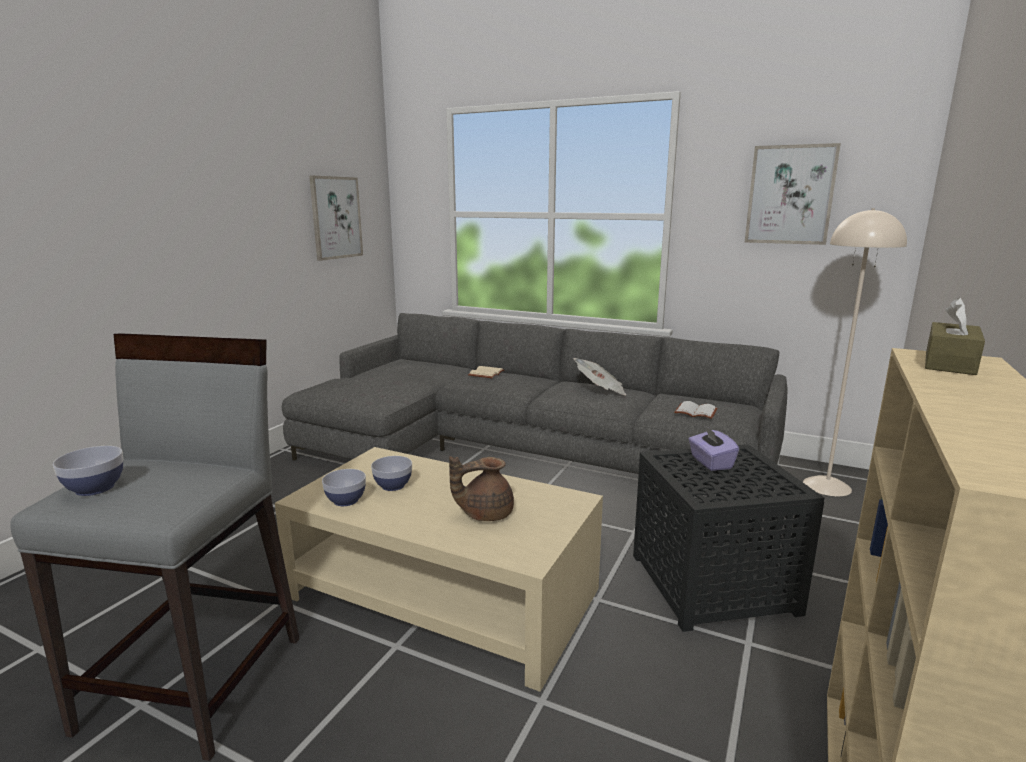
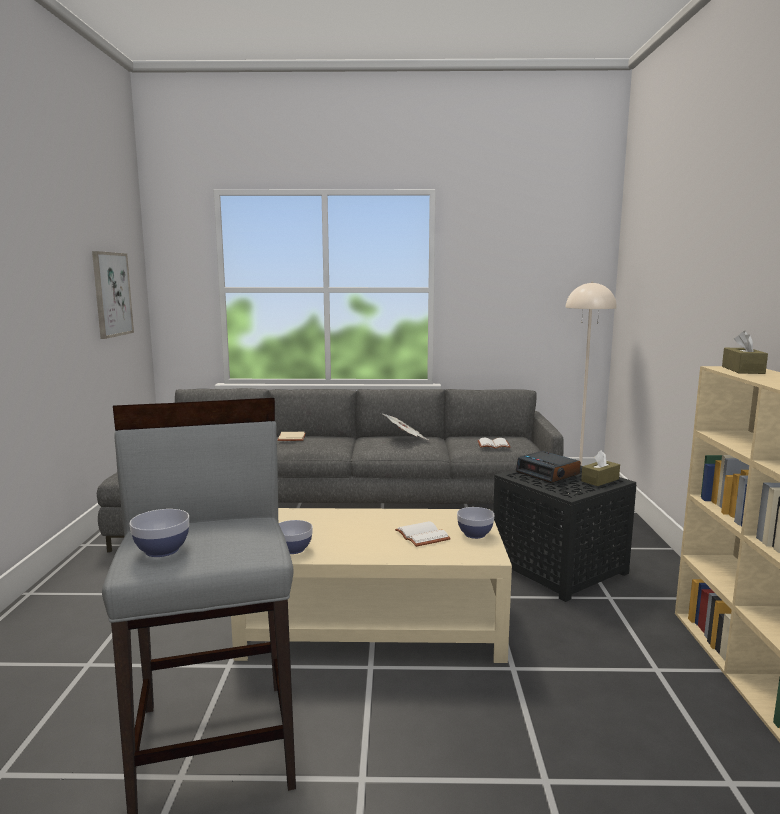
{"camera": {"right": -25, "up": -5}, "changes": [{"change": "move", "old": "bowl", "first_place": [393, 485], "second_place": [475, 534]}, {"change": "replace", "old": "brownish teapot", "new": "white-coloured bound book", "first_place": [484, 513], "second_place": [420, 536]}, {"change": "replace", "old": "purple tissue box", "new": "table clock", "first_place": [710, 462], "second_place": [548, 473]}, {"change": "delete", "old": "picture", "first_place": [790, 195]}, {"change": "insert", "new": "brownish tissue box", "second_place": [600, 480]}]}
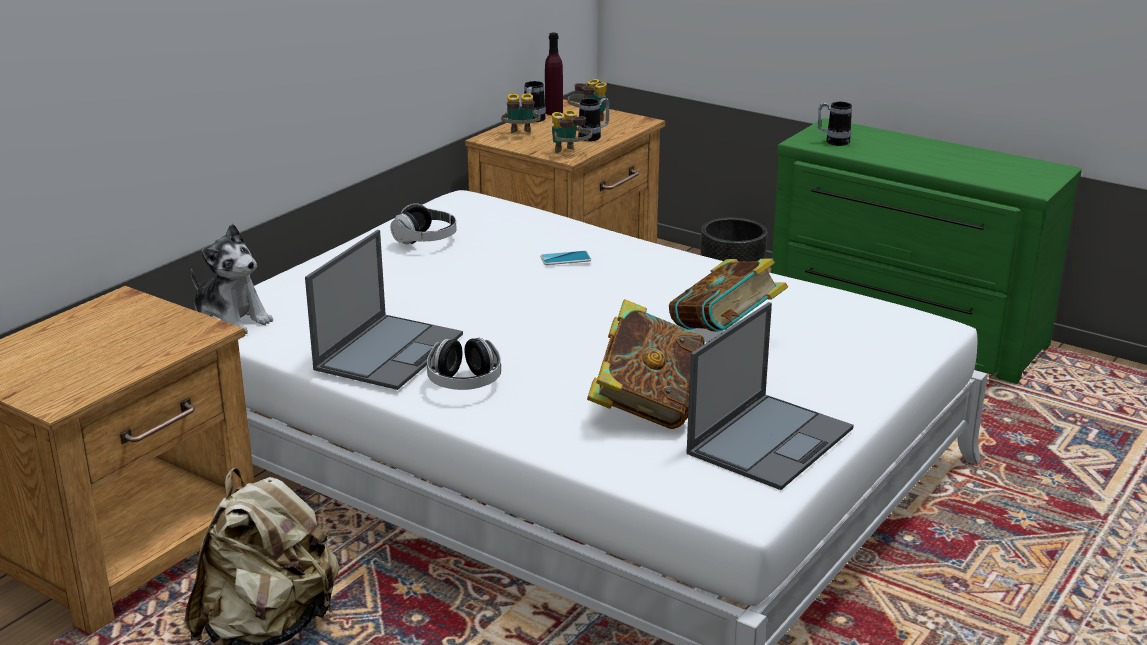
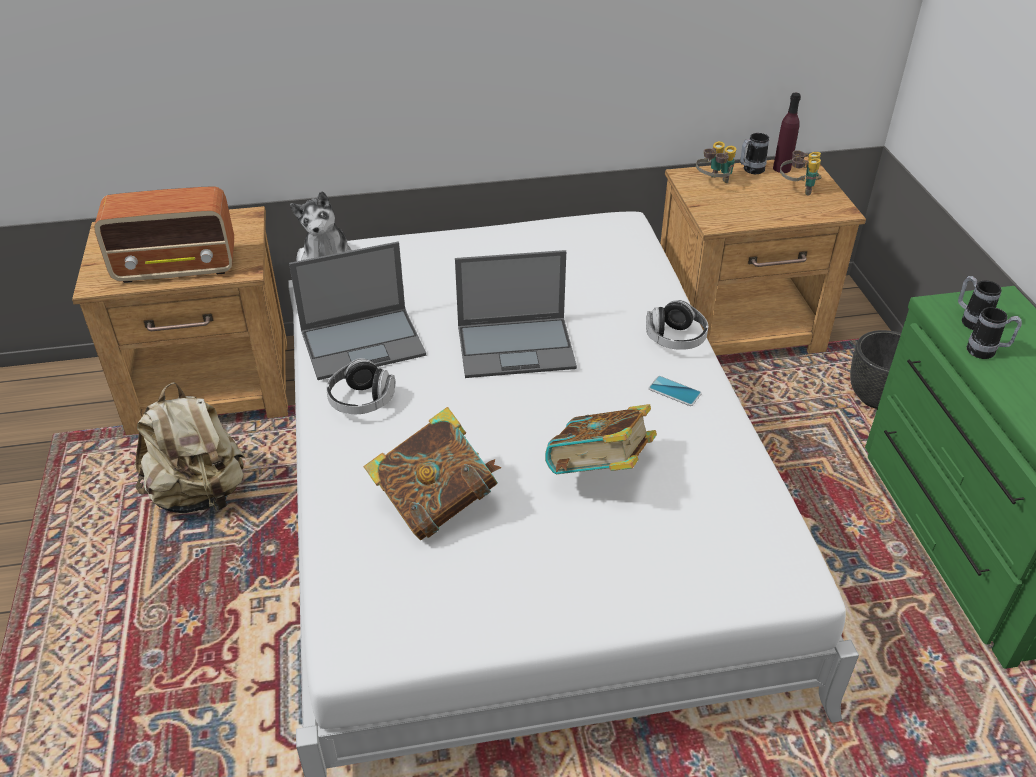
{"camera": {"right": 45, "up": 15}, "changes": [{"change": "move", "old": "headphones", "first_place": [425, 240], "second_place": [675, 339]}, {"change": "move", "old": "phone", "first_place": [565, 259], "second_place": [674, 391]}, {"change": "delete", "old": "binoculars", "first_place": [569, 154]}, {"change": "move", "old": "tea mug", "first_place": [594, 137], "second_place": [986, 352]}, {"change": "move", "old": "laptop", "first_place": [771, 440], "second_place": [517, 347]}, {"change": "insert", "new": "radio receiver", "second_place": [177, 267]}]}
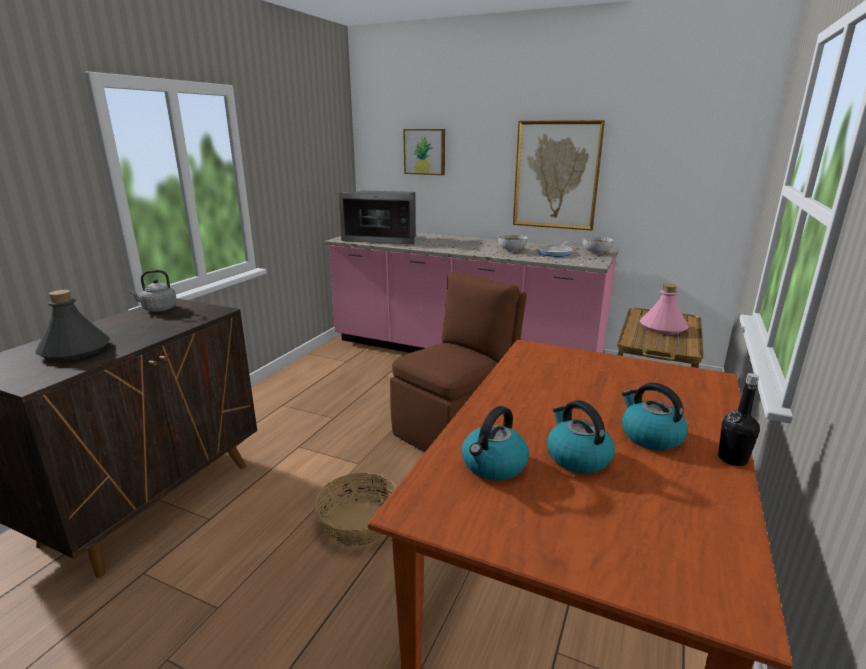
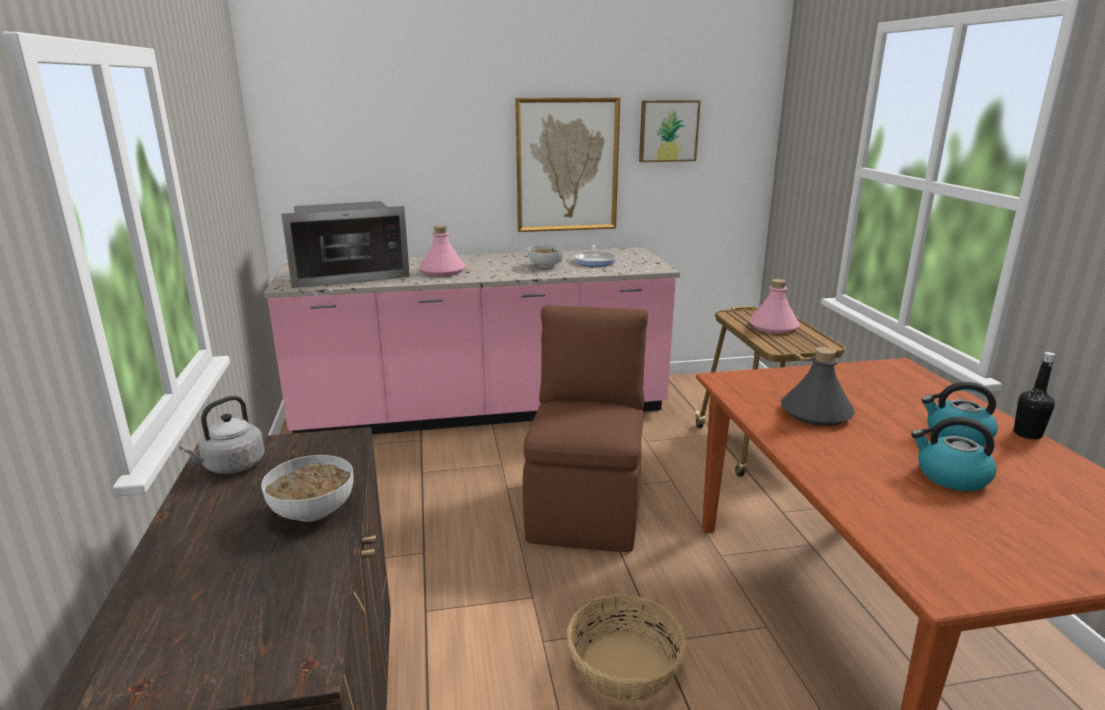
{"camera": {"right": -35, "up": 0}, "changes": [{"change": "move", "old": "greyish beverage bottle", "first_place": [74, 351], "second_place": [815, 413]}, {"change": "move", "old": "picture", "first_place": [425, 151], "second_place": [668, 131]}, {"change": "delete", "old": "kettle", "first_place": [493, 465]}, {"change": "move", "old": "bowl", "first_place": [596, 252], "second_place": [313, 510]}, {"change": "insert", "new": "pink-coloured beverage bottle", "second_place": [442, 271]}]}
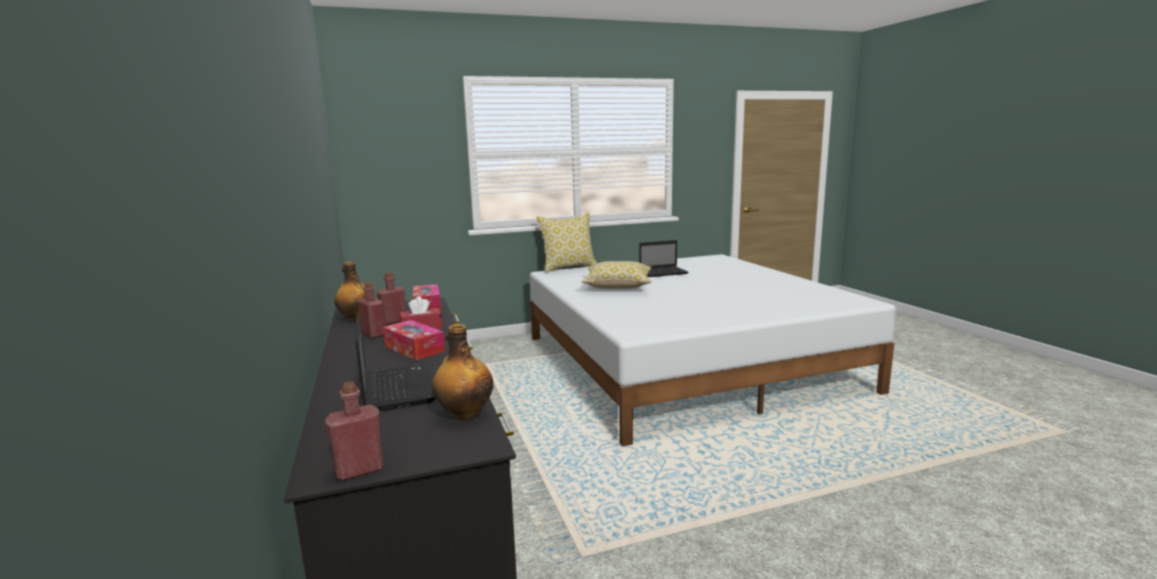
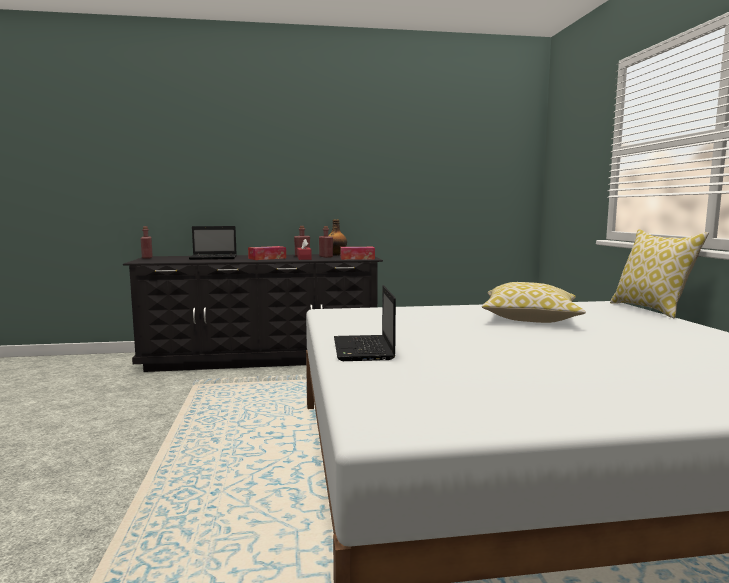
{"camera": {"right": 100, "up": -5}, "changes": [{"change": "delete", "old": "beverage bottle", "first_place": [465, 415]}, {"change": "move", "old": "laptop", "first_place": [664, 273], "second_place": [364, 350]}]}
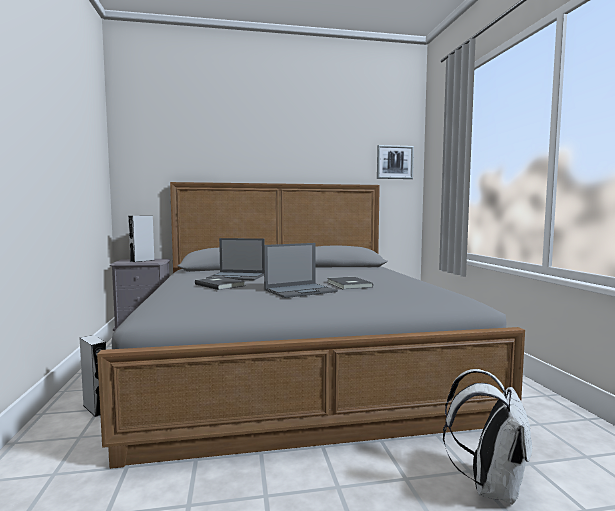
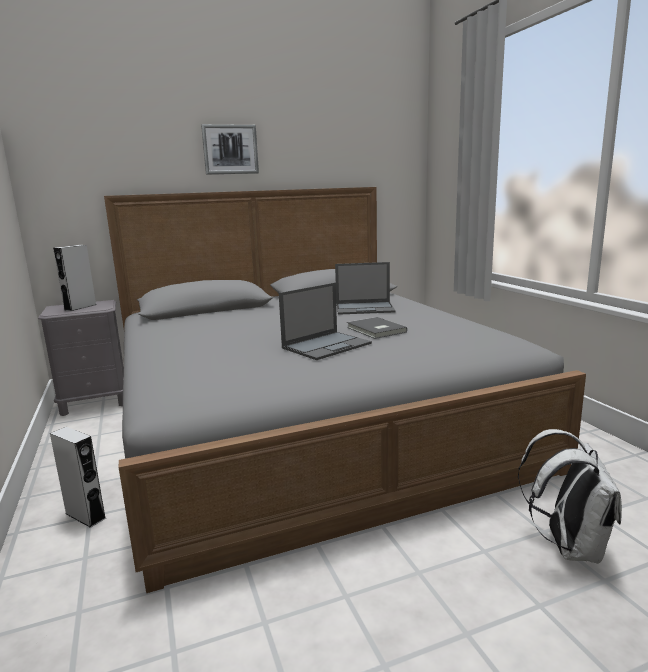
{"camera": {"right": -10, "up": 10}, "changes": [{"change": "delete", "old": "greyish bound book", "first_place": [220, 285]}, {"change": "move", "old": "laptop", "first_place": [237, 276], "second_place": [365, 308]}, {"change": "move", "old": "picture", "first_place": [394, 162], "second_place": [230, 149]}]}
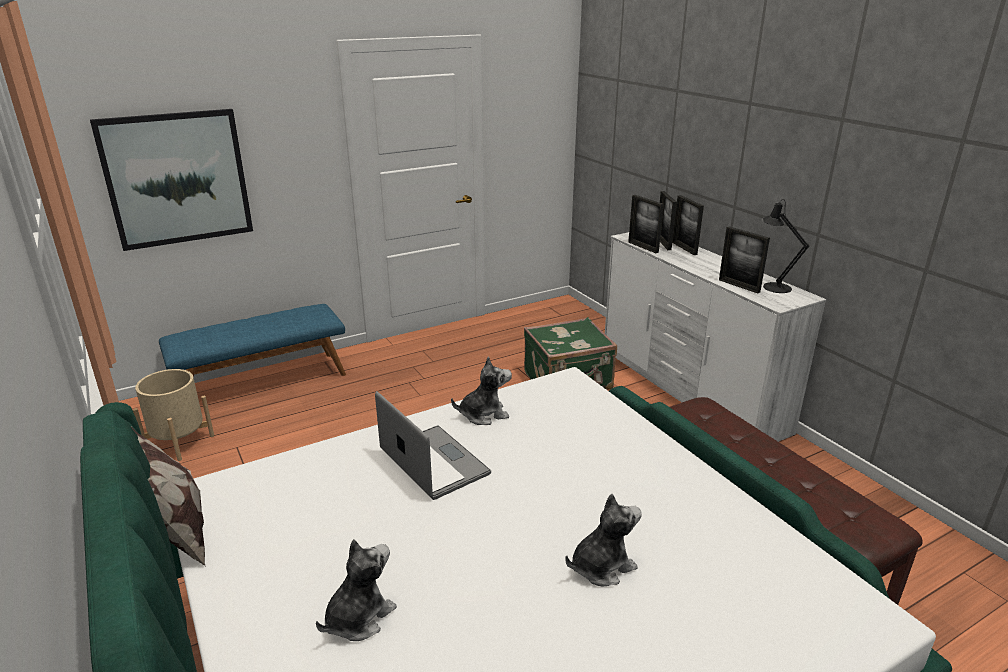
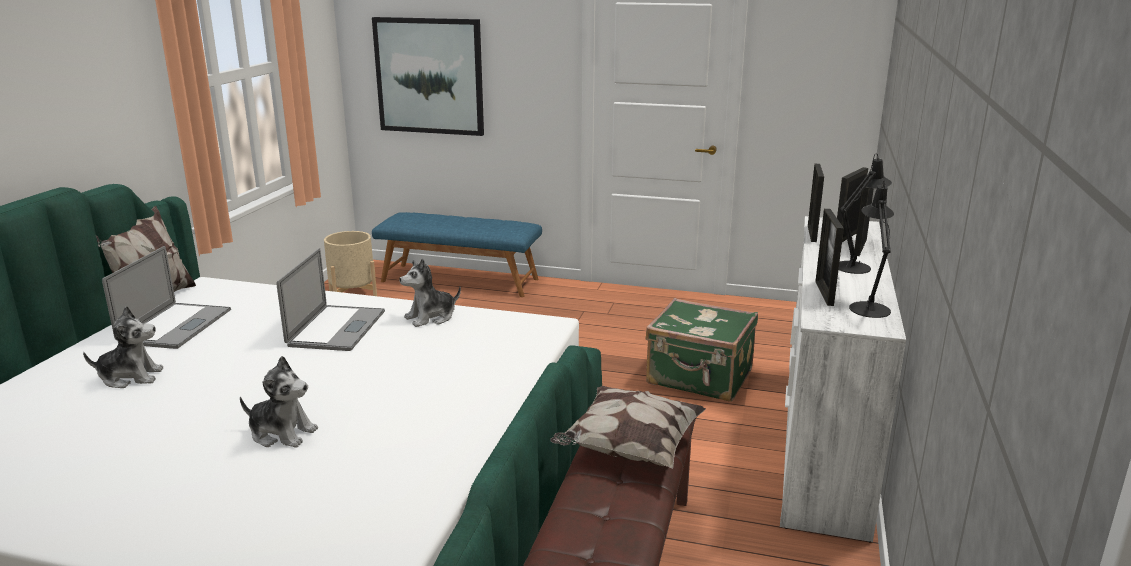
{"camera": {"right": 45, "up": -5}, "changes": [{"change": "rotate", "old": "plush toy", "first_place": [483, 414], "second_place": [431, 317], "degrees": 120}, {"change": "insert", "new": "laptop", "second_place": [175, 326]}, {"change": "insert", "new": "pillow", "second_place": [629, 449]}, {"change": "insert", "new": "blackish table lamp", "second_place": [855, 266]}]}
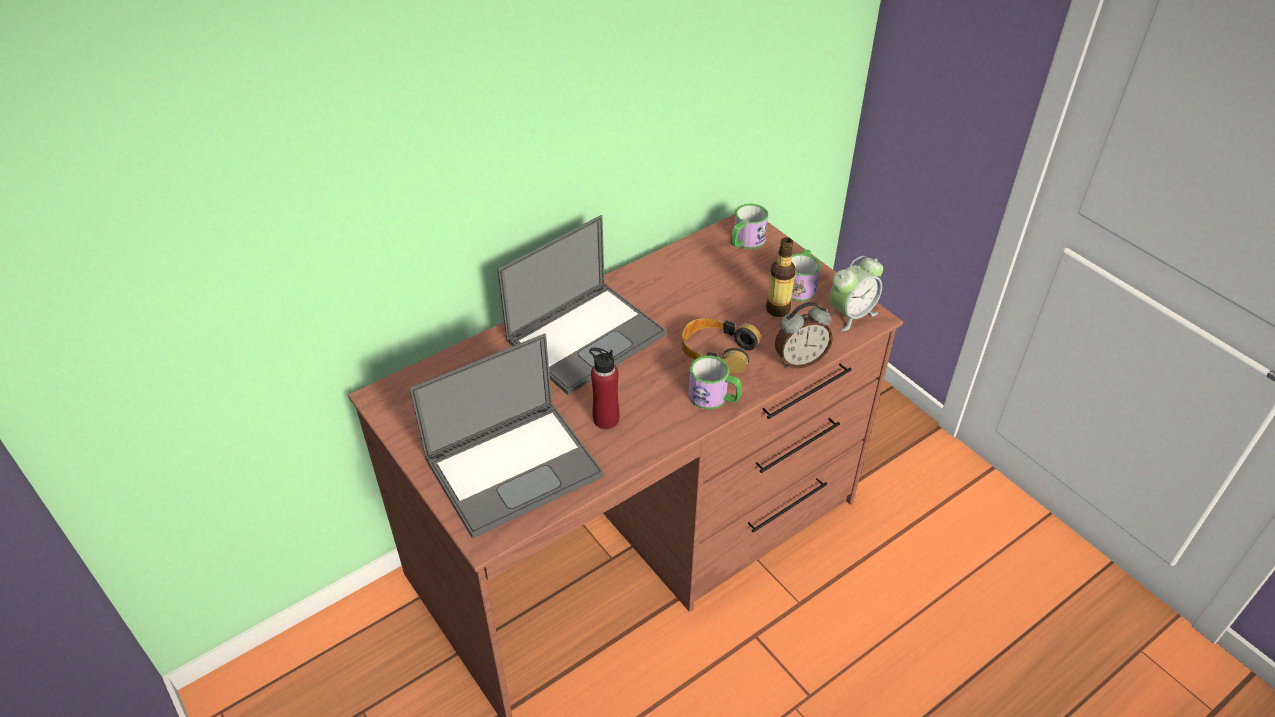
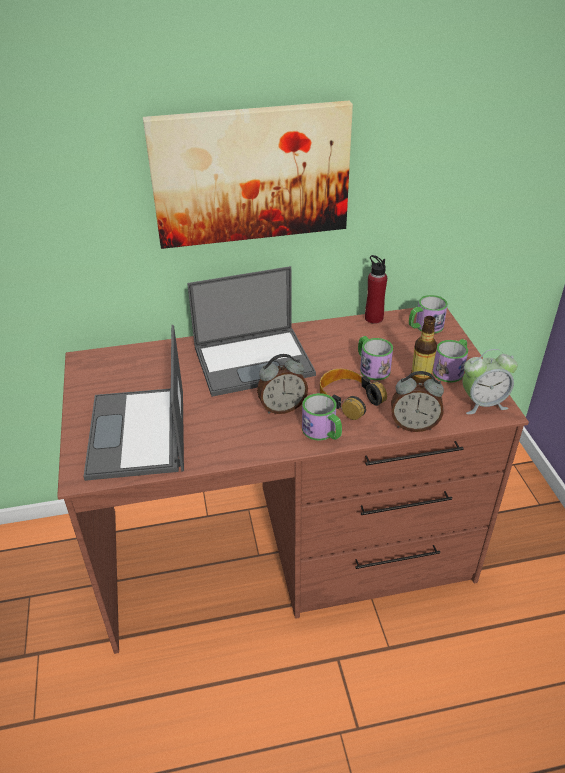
{"camera": {"right": 25, "up": -5}, "changes": [{"change": "rotate", "old": "laptop", "first_place": [515, 466], "second_place": [138, 434], "degrees": 90}, {"change": "move", "old": "reddish beverage bottle", "first_place": [606, 419], "second_place": [373, 318]}, {"change": "insert", "new": "picture", "second_place": [251, 174]}, {"change": "insert", "new": "table clock", "second_place": [282, 407]}, {"change": "insert", "new": "tea mug", "second_place": [371, 367]}]}
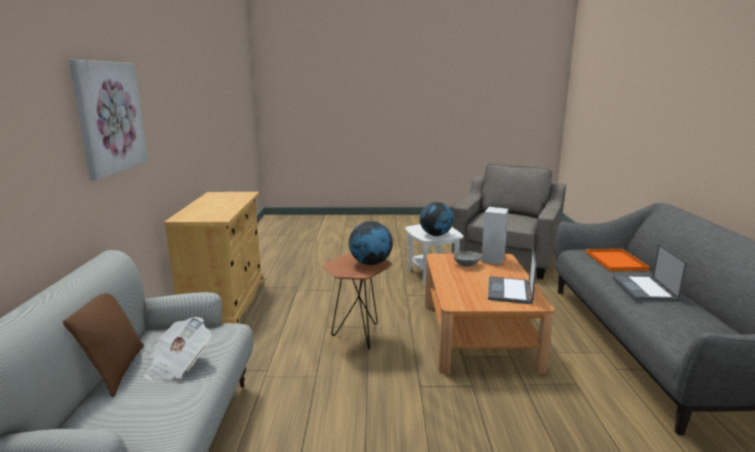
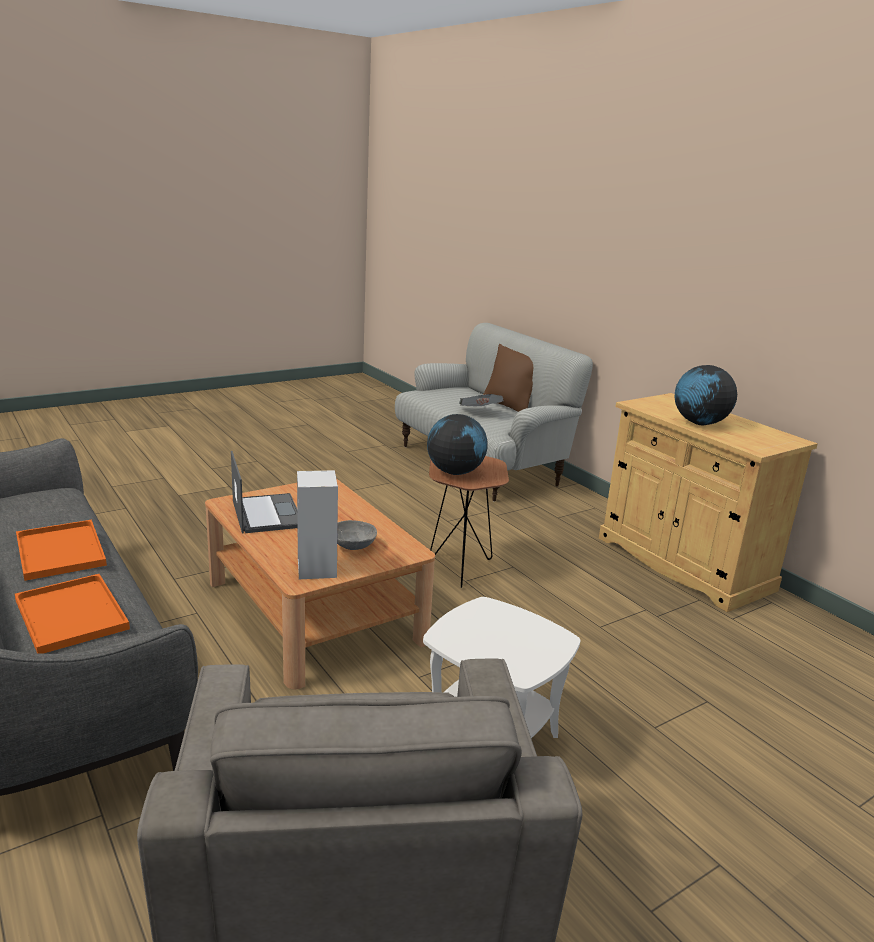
{"camera": {"right": 145, "up": 5}, "changes": [{"change": "delete", "old": "picture", "first_place": [109, 117]}, {"change": "move", "old": "desk globe", "first_place": [436, 235], "second_place": [699, 423]}, {"change": "replace", "old": "laptop", "new": "orange-coloured carrying tray", "first_place": [645, 289], "second_place": [59, 550]}]}
